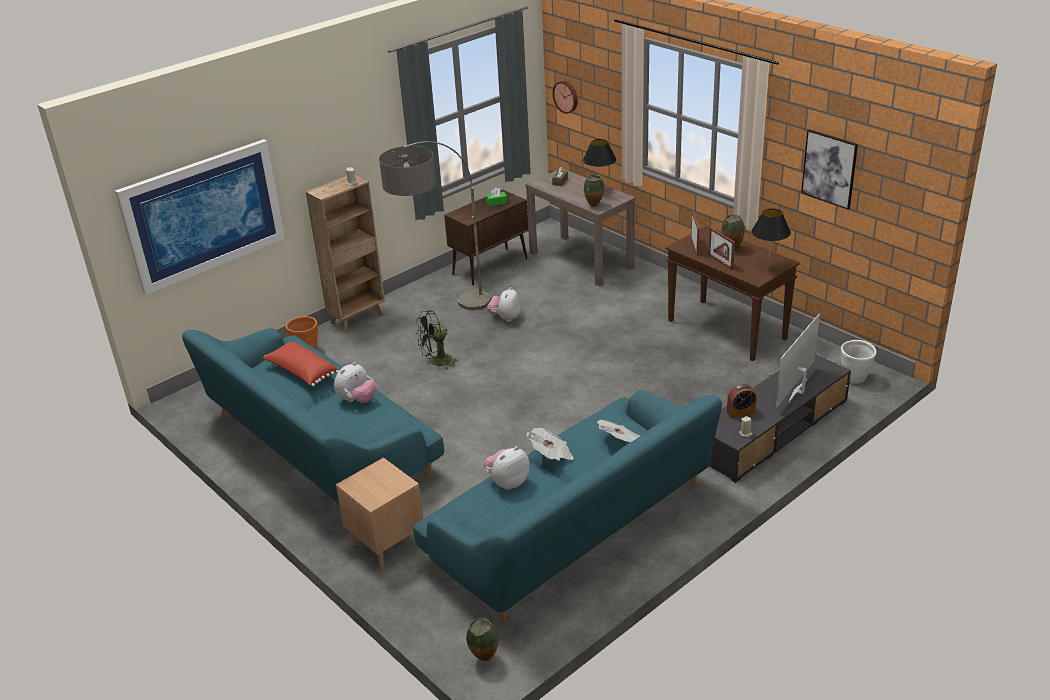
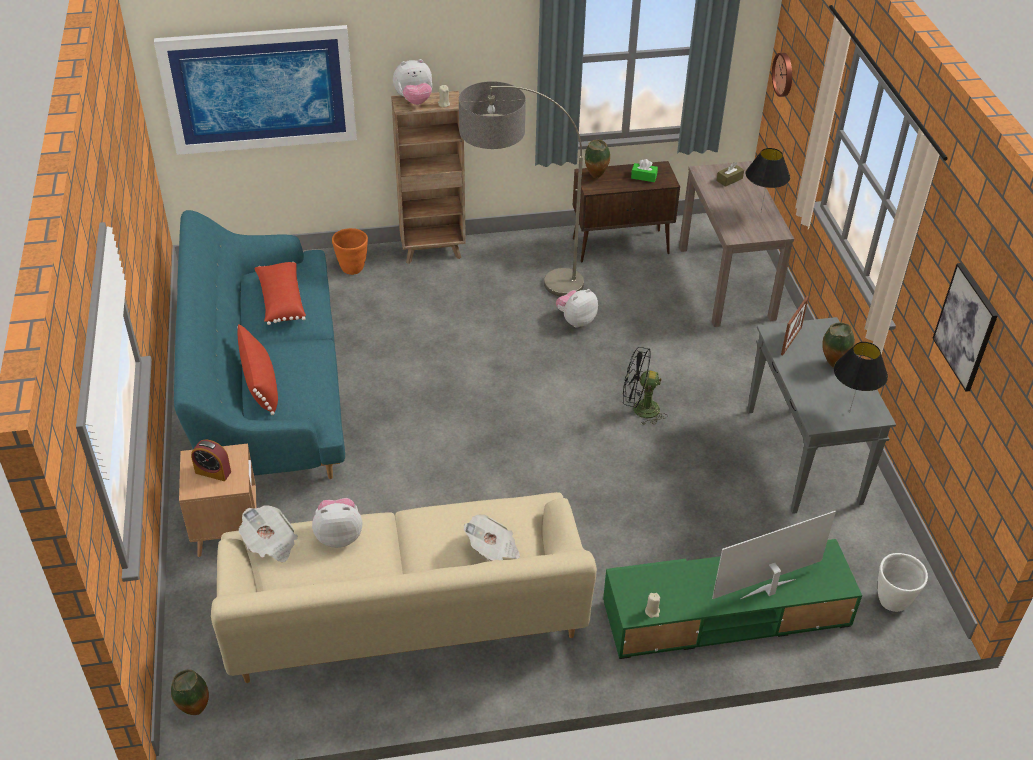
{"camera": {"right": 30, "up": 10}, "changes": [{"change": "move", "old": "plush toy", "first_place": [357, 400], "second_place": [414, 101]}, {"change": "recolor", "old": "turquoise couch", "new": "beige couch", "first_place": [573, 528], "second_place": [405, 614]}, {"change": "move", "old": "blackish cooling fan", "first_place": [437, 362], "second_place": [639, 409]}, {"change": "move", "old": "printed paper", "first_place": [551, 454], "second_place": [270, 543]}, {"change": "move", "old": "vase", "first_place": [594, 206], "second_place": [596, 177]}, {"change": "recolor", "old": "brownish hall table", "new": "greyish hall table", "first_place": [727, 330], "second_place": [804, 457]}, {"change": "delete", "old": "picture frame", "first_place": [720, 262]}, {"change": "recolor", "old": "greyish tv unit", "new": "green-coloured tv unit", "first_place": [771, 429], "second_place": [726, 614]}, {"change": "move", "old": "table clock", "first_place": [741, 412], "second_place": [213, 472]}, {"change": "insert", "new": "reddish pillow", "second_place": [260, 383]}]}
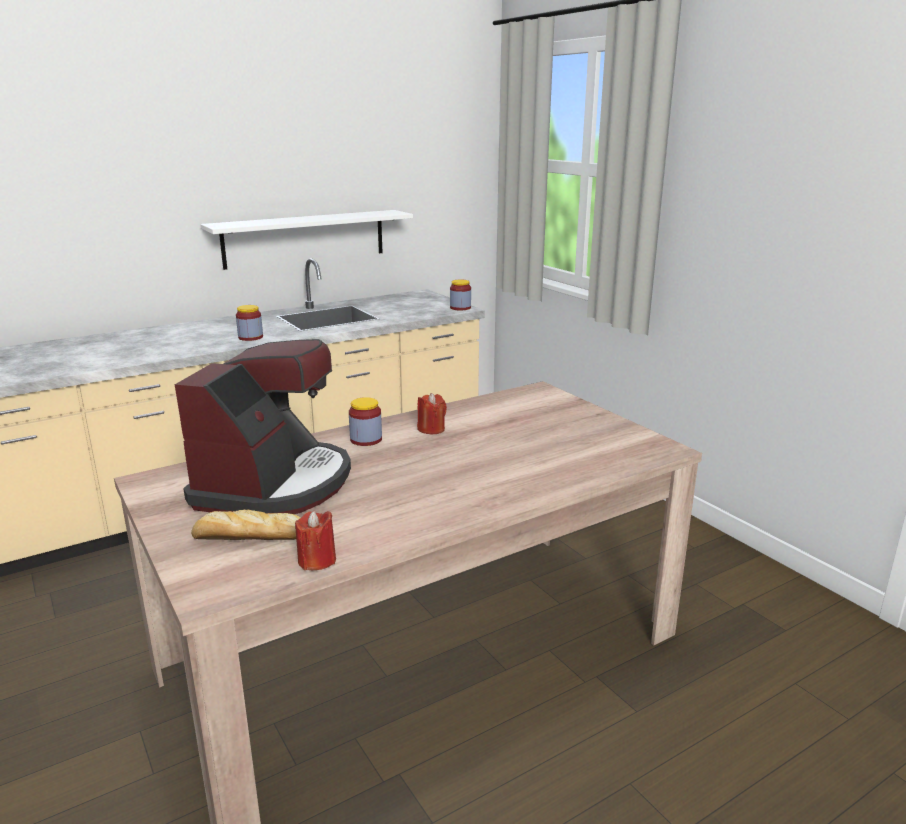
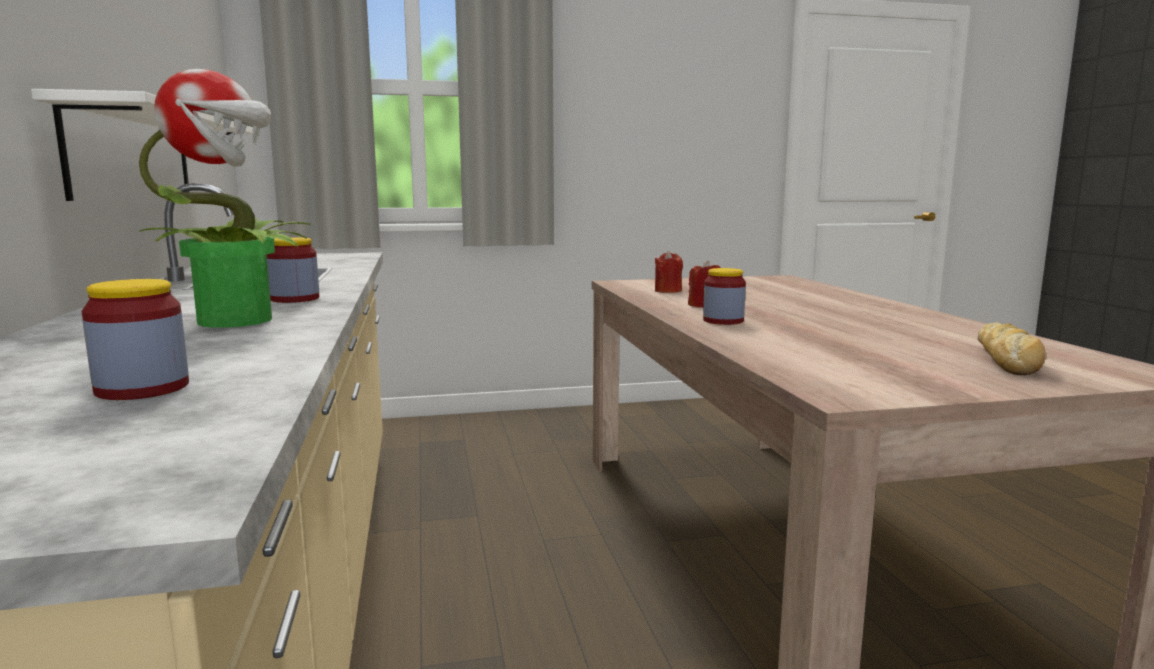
{"camera": {"right": -70, "up": -10}, "changes": [{"change": "delete", "old": "coffee brewer", "first_place": [275, 484]}, {"change": "move", "old": "reddish wax candle", "first_place": [317, 560], "second_place": [668, 291]}, {"change": "move", "old": "storage jar", "first_place": [460, 308], "second_place": [142, 388]}, {"change": "insert", "new": "plant in a pot", "second_place": [238, 320]}]}
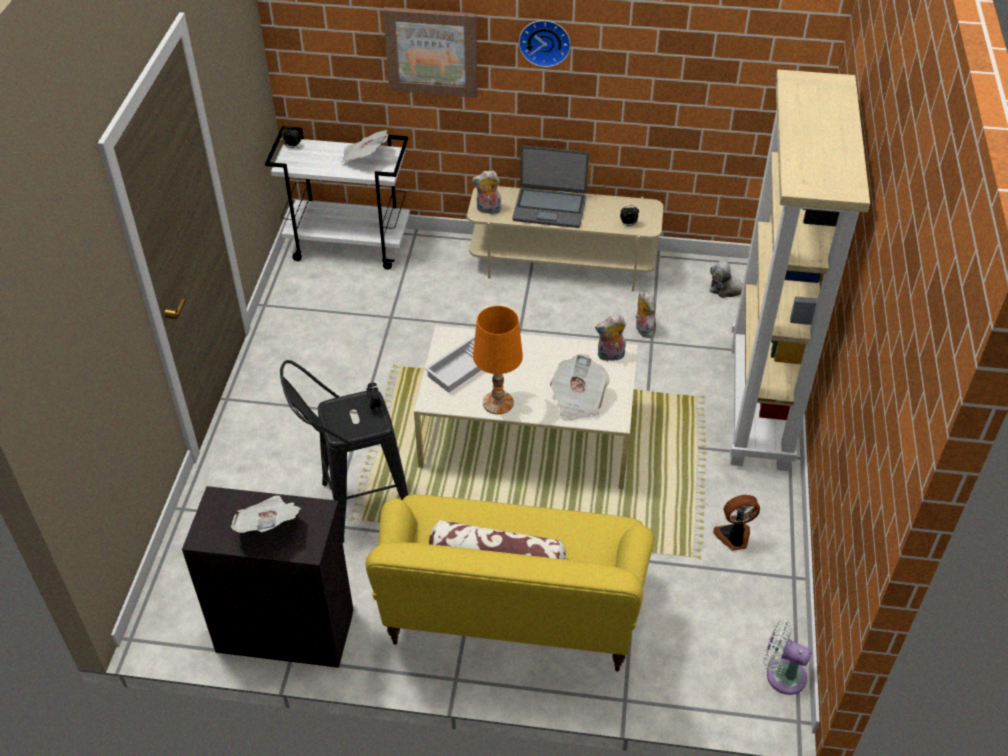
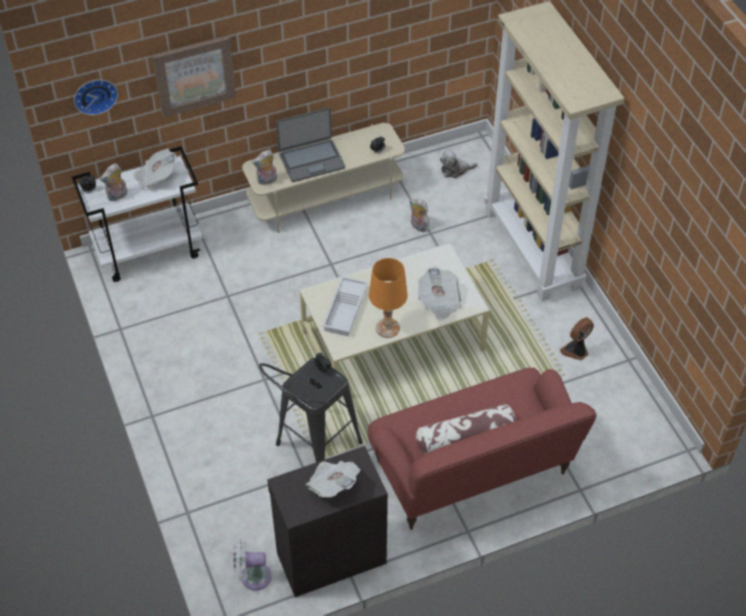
{"camera": {"right": -30, "up": 5}, "changes": [{"change": "recolor", "old": "yellow-coloured couch", "new": "reddish couch", "first_place": [512, 614], "second_place": [472, 471]}, {"change": "move", "old": "wall clock", "first_place": [545, 41], "second_place": [95, 95]}, {"change": "move", "old": "plush toy", "first_place": [610, 356], "second_place": [117, 196]}, {"change": "move", "old": "white-coloured cooling fan", "first_place": [781, 674], "second_place": [252, 576]}]}
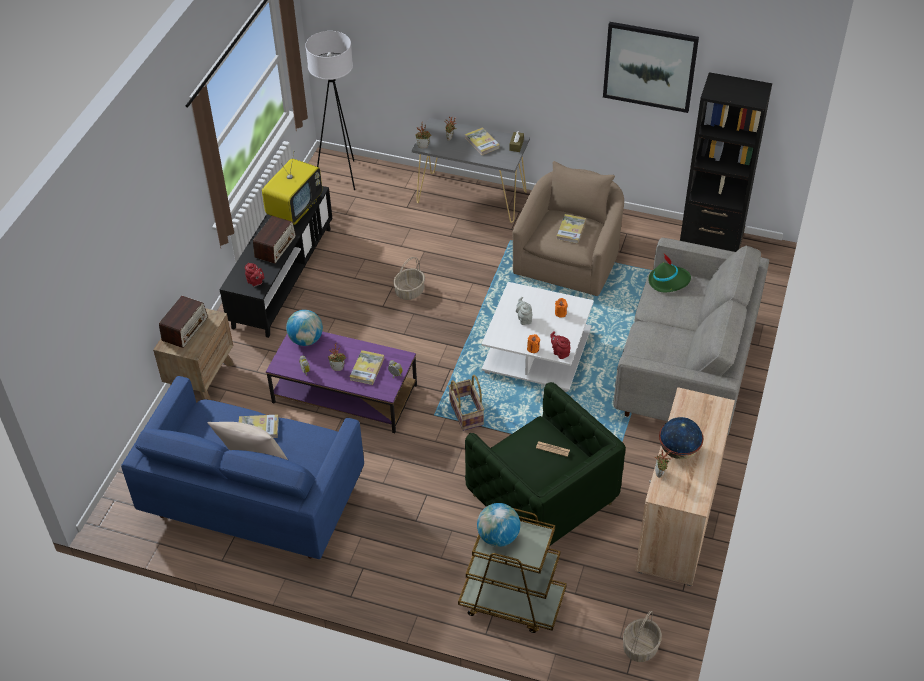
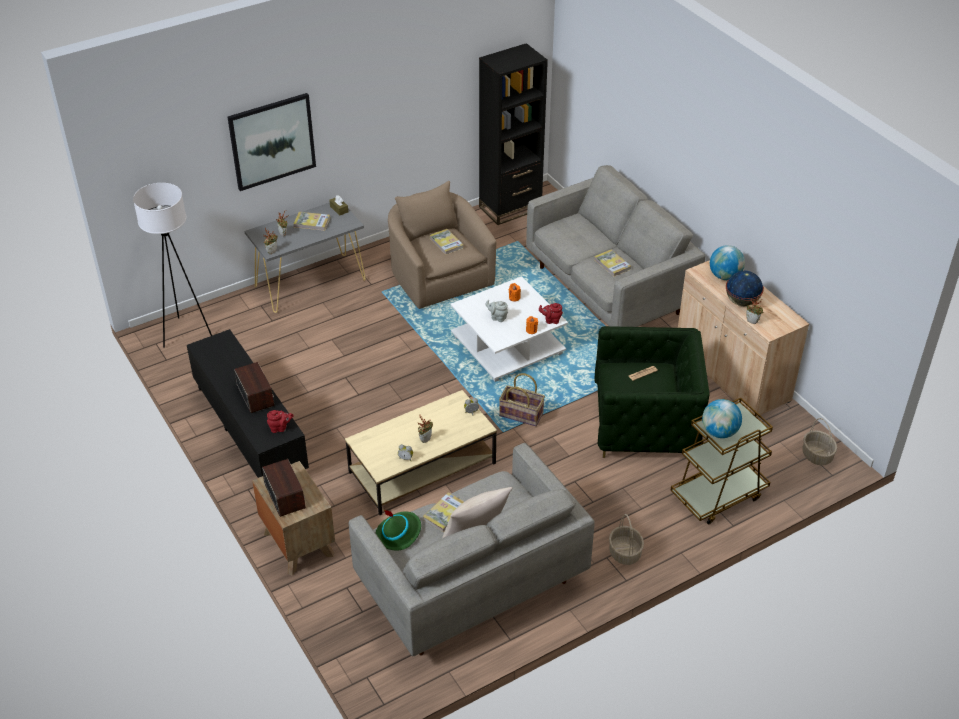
{"camera": {"right": -50, "up": -5}, "changes": [{"change": "recolor", "old": "blue-coloured couch", "new": "greyish couch", "first_place": [254, 500], "second_place": [470, 584]}, {"change": "delete", "old": "TV", "first_place": [294, 208]}, {"change": "recolor", "old": "purple low table", "new": "beige low table", "first_place": [344, 394], "second_place": [422, 468]}, {"change": "move", "old": "desk globe", "first_place": [306, 340], "second_place": [725, 276]}, {"change": "move", "old": "bound book", "first_place": [367, 369], "second_place": [612, 264]}, {"change": "move", "old": "basket", "first_place": [409, 291], "second_place": [624, 553]}, {"change": "move", "old": "picture", "first_place": [649, 66], "second_place": [272, 141]}, {"change": "move", "old": "green-coloured clothing hat", "first_place": [668, 281], "second_place": [399, 533]}]}
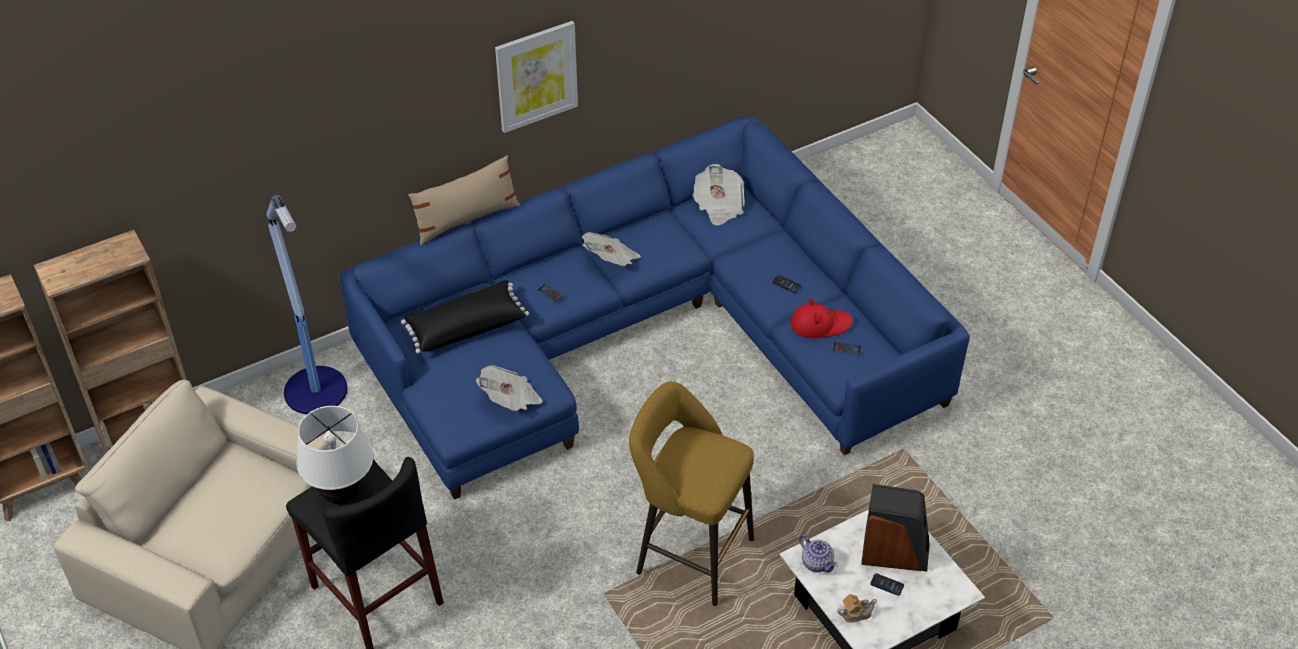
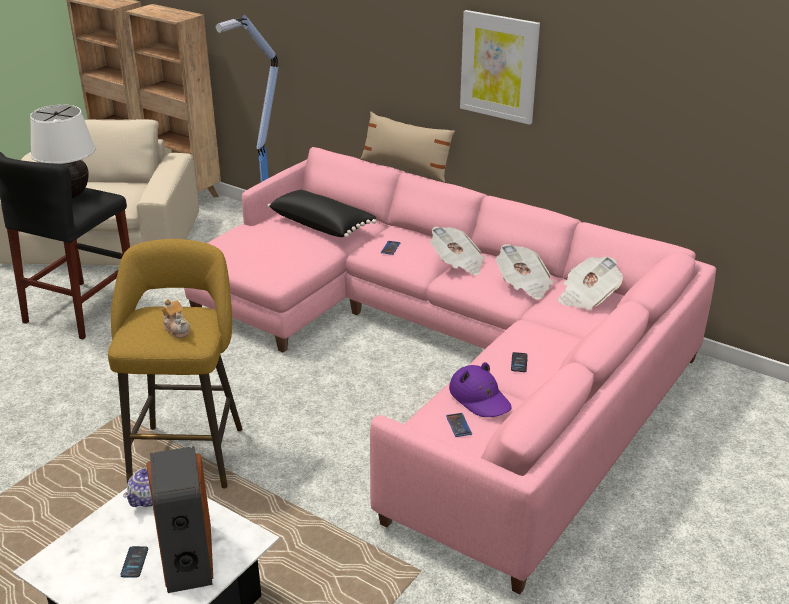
{"camera": {"right": 65, "up": -15}, "changes": [{"change": "recolor", "old": "blue-coloured couch", "new": "pink-coloured couch", "first_place": [649, 334], "second_place": [448, 355]}, {"change": "move", "old": "printed paper", "first_place": [510, 400], "second_place": [523, 285]}, {"change": "recolor", "old": "reddish clothing hat", "new": "purple clothing hat", "first_place": [820, 324], "second_place": [480, 398]}, {"change": "move", "old": "teapot", "first_place": [855, 613], "second_place": [177, 329]}]}
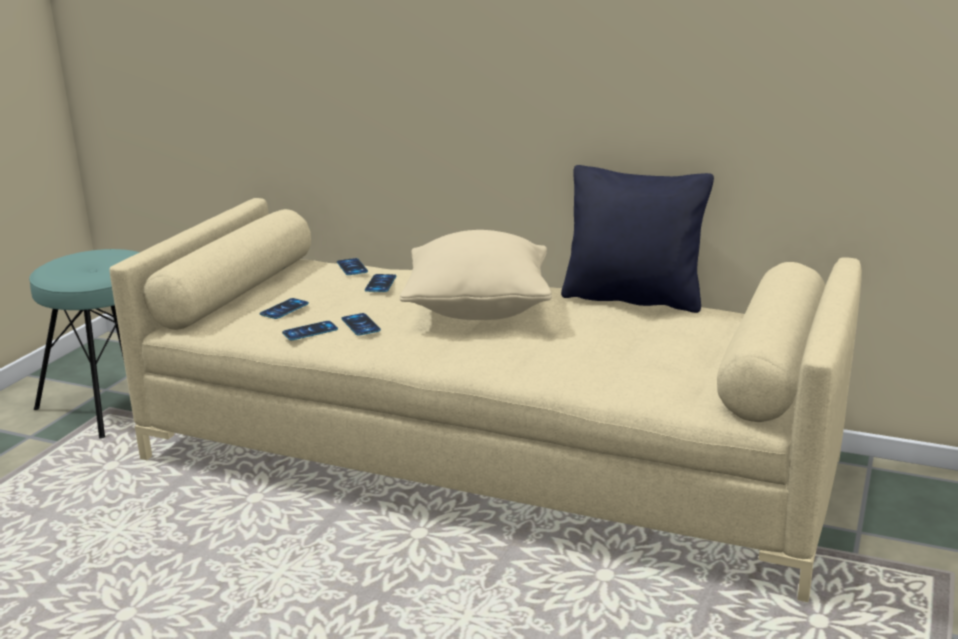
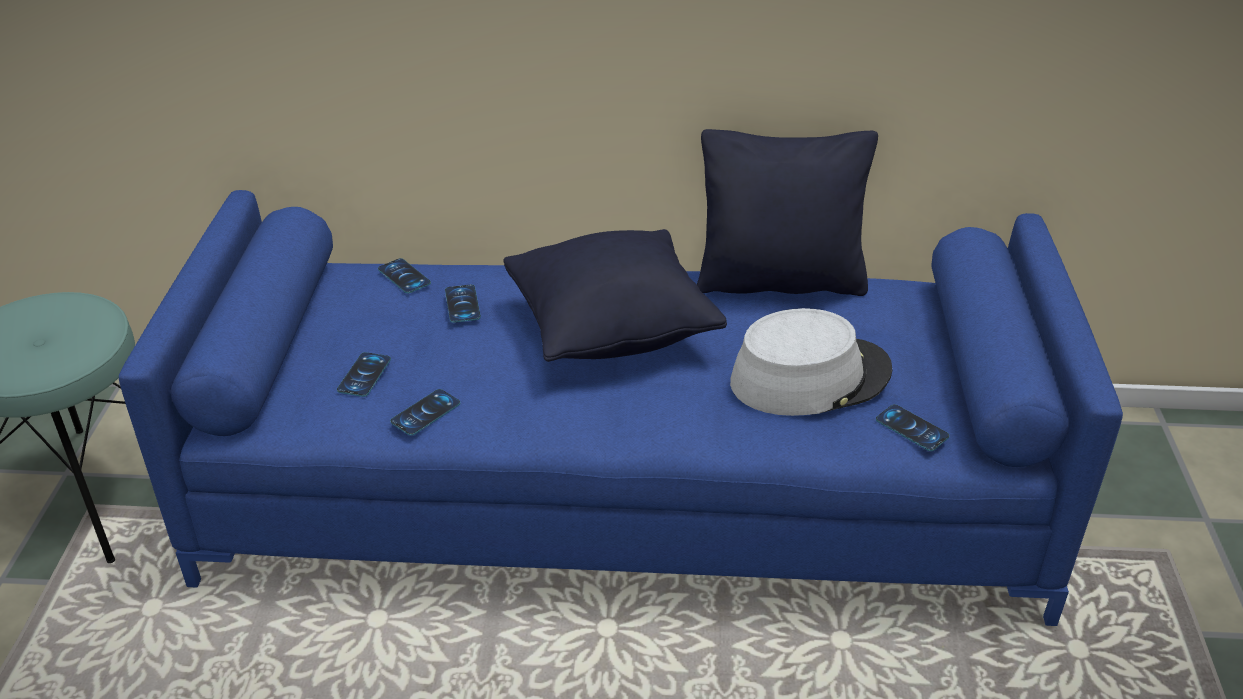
{"camera": {"right": -20, "up": 15}, "changes": [{"change": "recolor", "old": "beige couch", "new": "blue-coloured couch", "first_place": [484, 459], "second_place": [623, 493]}, {"change": "move", "old": "phone", "first_place": [360, 325], "second_place": [912, 428]}, {"change": "recolor", "old": "beige pillow", "new": "blackish pillow", "first_place": [478, 310], "second_place": [611, 332]}, {"change": "insert", "new": "greyish clothing hat", "second_place": [810, 377]}]}
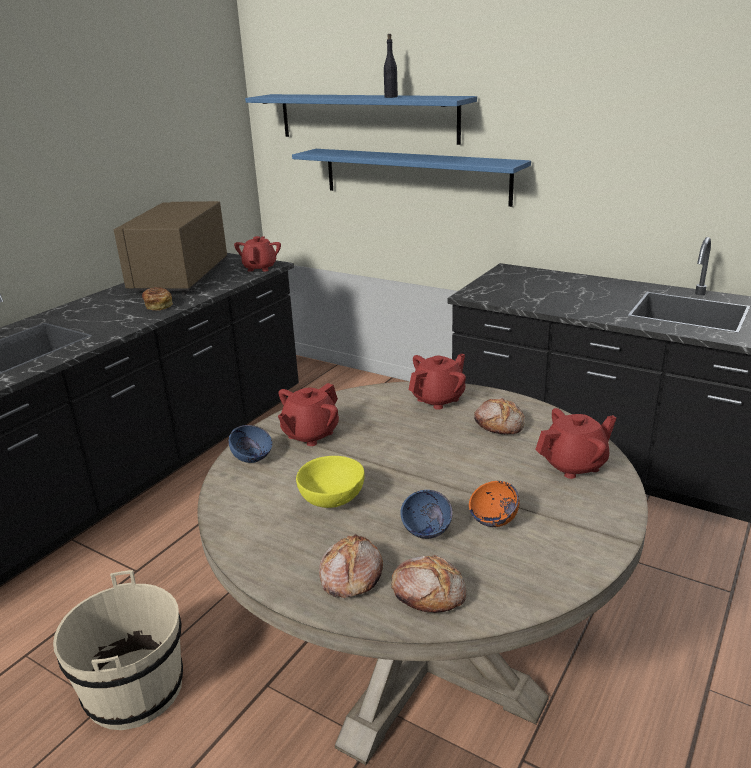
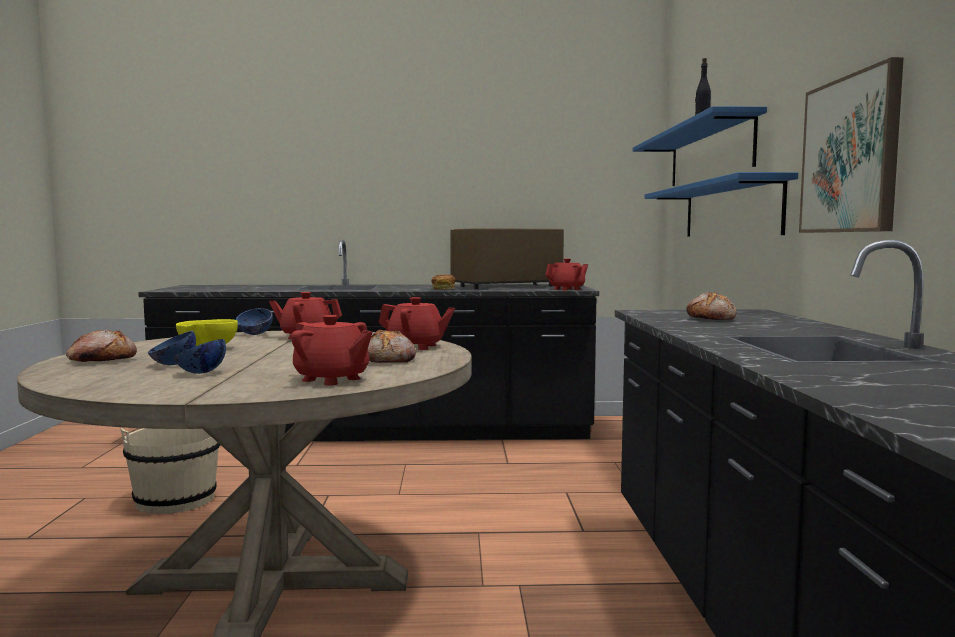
{"camera": {"right": 55, "up": -20}, "changes": [{"change": "move", "old": "bread", "first_place": [428, 592], "second_place": [711, 319]}, {"change": "recolor", "old": "orange-coloured bowl", "new": "blue-coloured bowl", "first_place": [493, 521], "second_place": [201, 373]}, {"change": "insert", "new": "picture", "second_place": [850, 155]}]}
